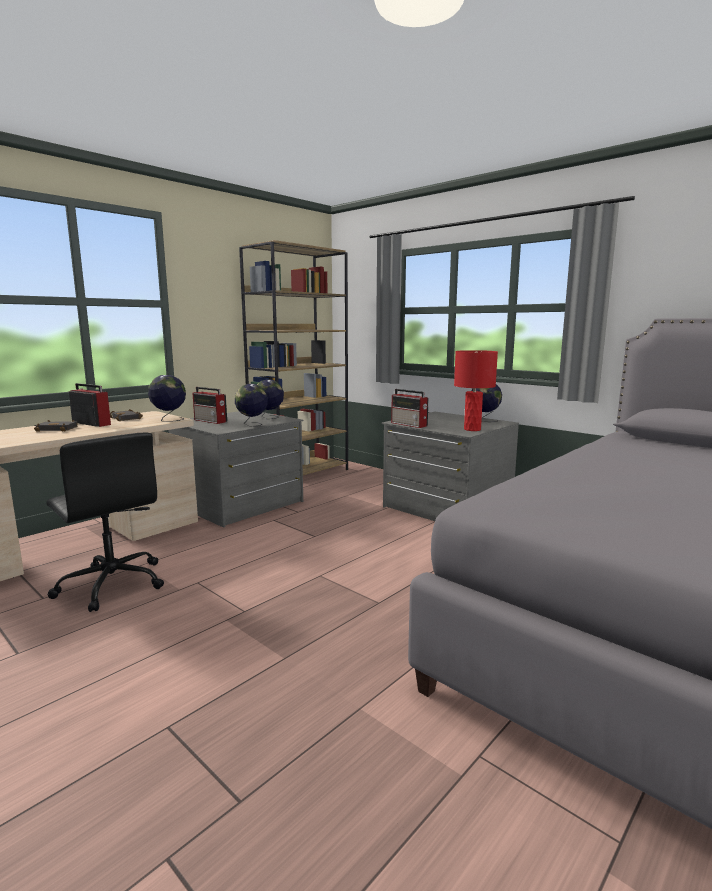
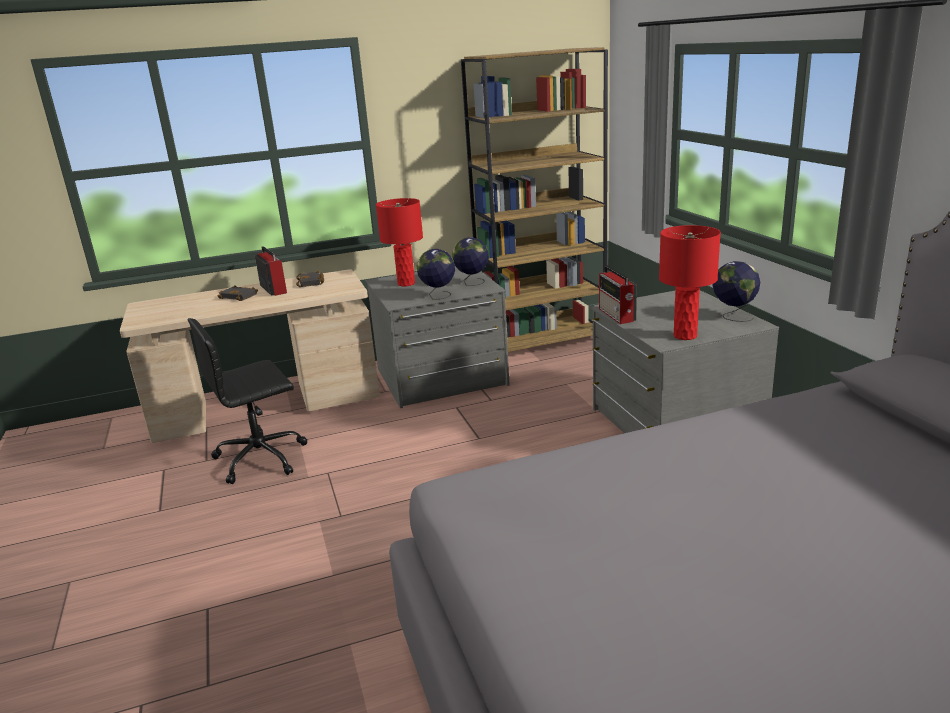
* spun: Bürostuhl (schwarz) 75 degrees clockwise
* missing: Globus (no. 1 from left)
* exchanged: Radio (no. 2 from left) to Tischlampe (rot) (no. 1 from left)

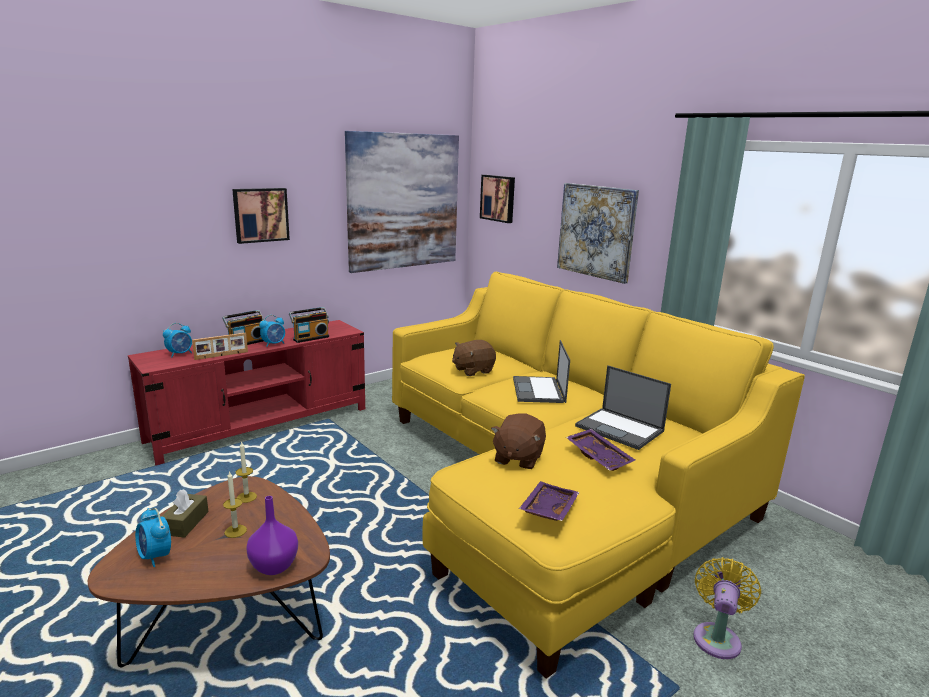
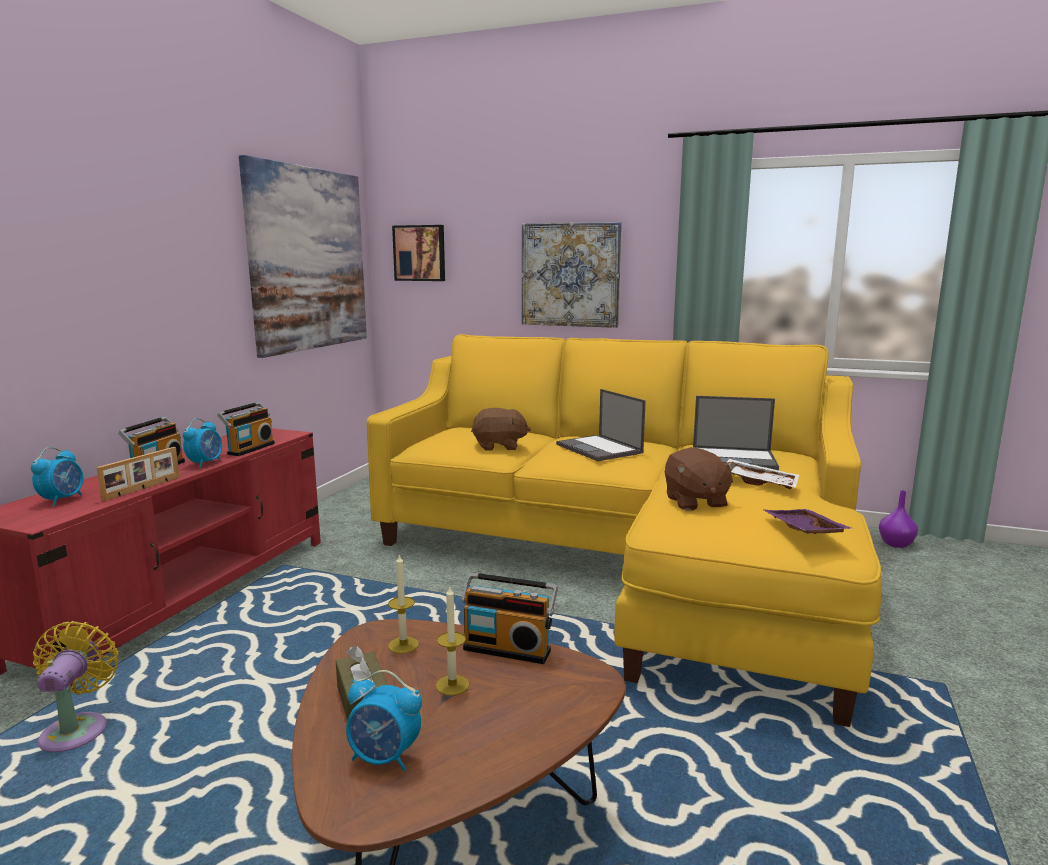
* missing: Bild (no. 1 from left)
* relocated: Vase (lila)
* spun: Plüschtier (braun) (no. 1 from left) 120 degrees counterclockwise
* colour: Tablett (lila) (no. 2 from left) to Tablett (weiß)
* relocated: Ventilator (gelb)
* appeared: Radio (no. 3 from left)

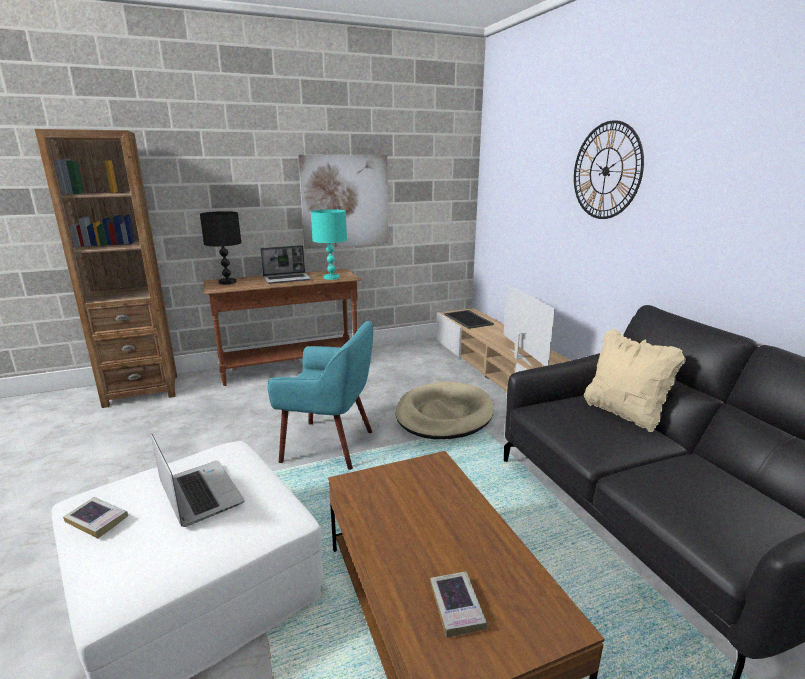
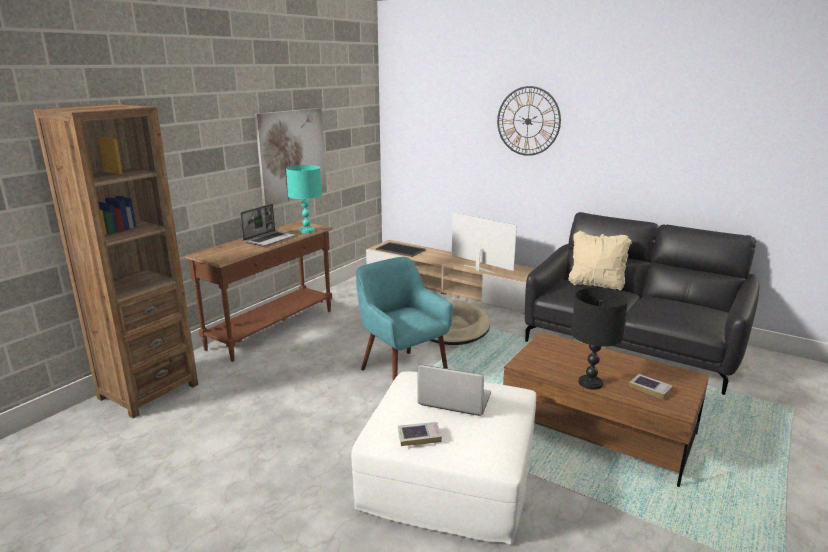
* relocated: Tischlampe (schwarz)
* spun: Sessel (türkis) 105 degrees counterclockwise

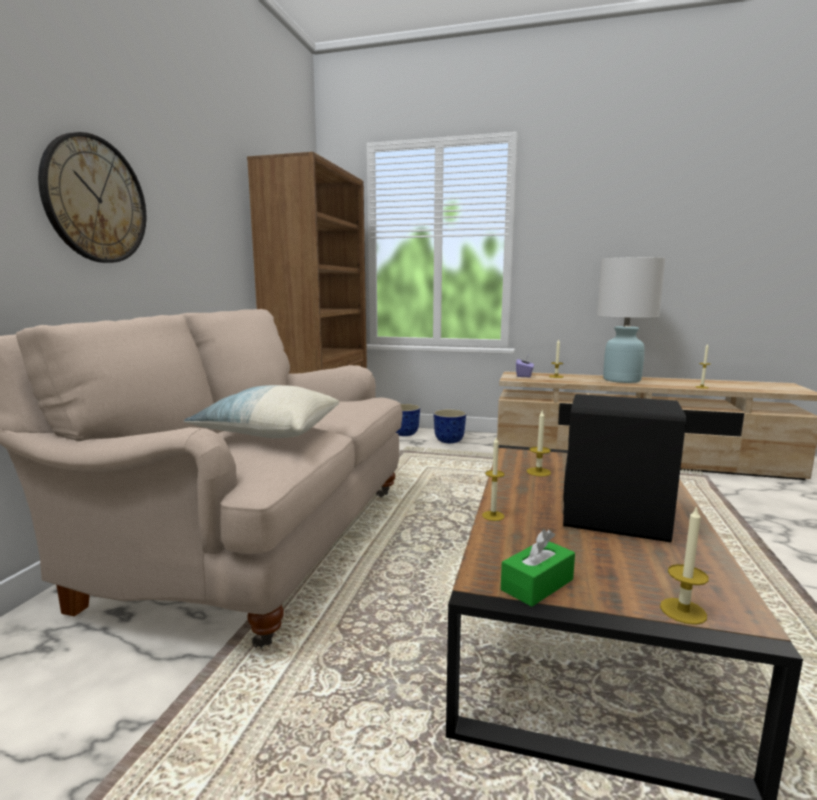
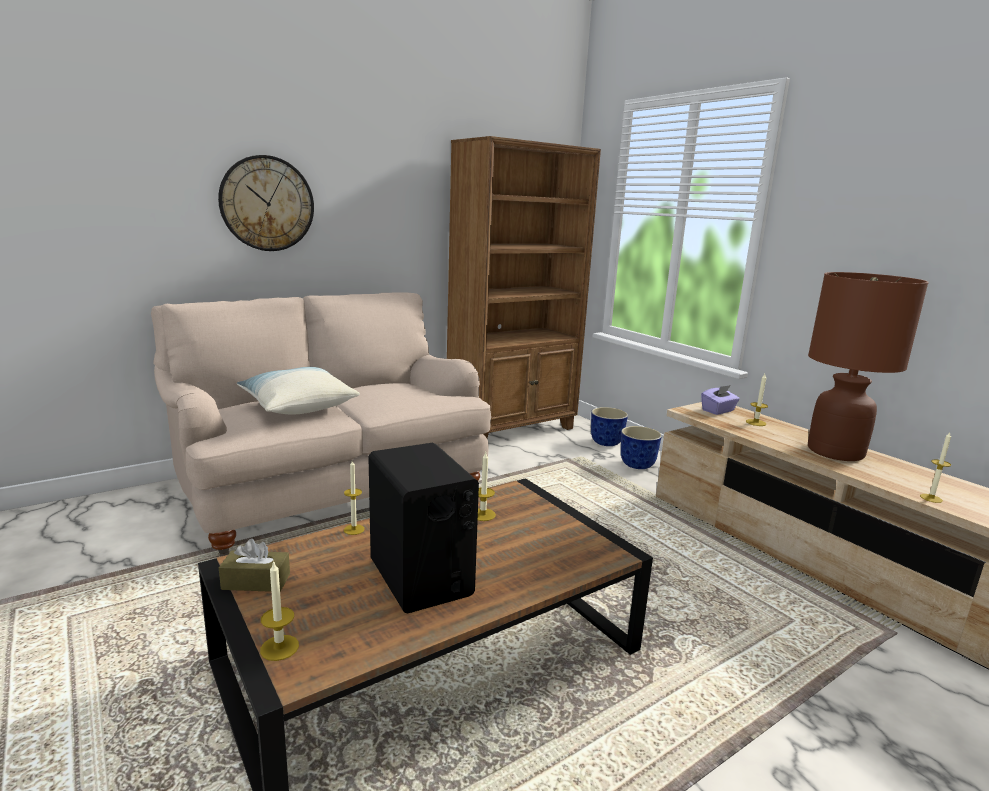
* colour: Taschentuchbox (grün) to Taschentuchbox (braun)
* colour: Tischlampe (weiß) to Tischlampe (braun)

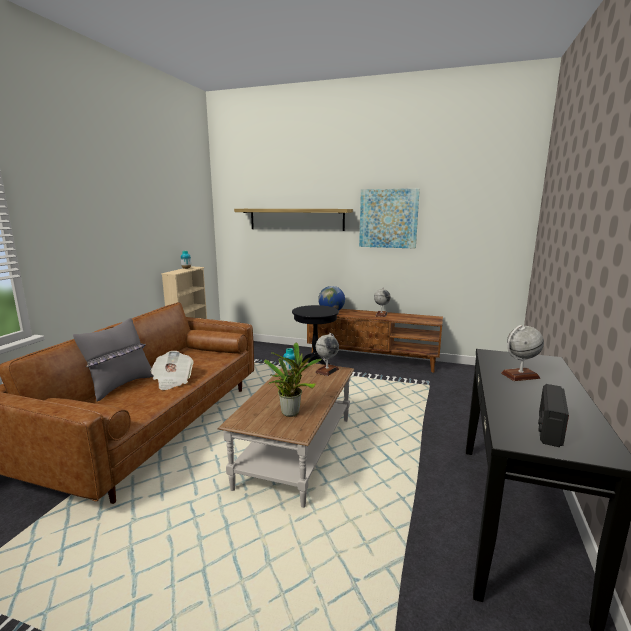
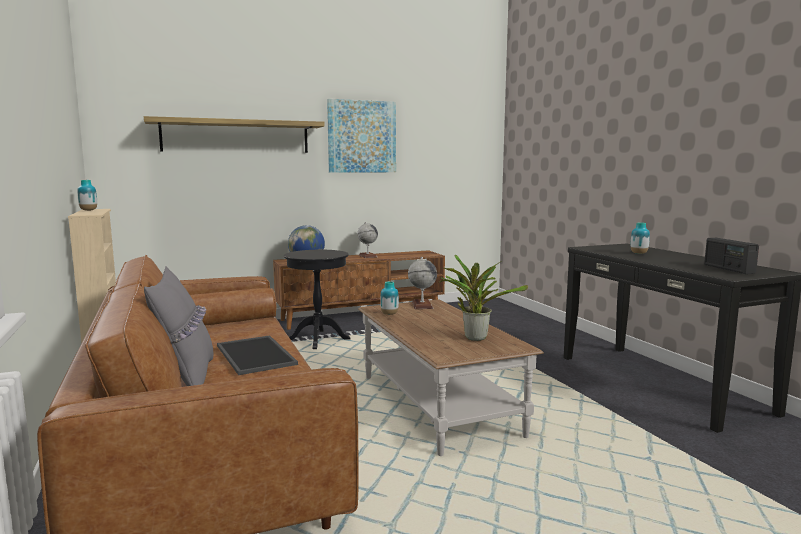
* exchanged: Zeitung to Tablett
* exchanged: Globus (no. 4 from left) to Vase (no. 3 from left)

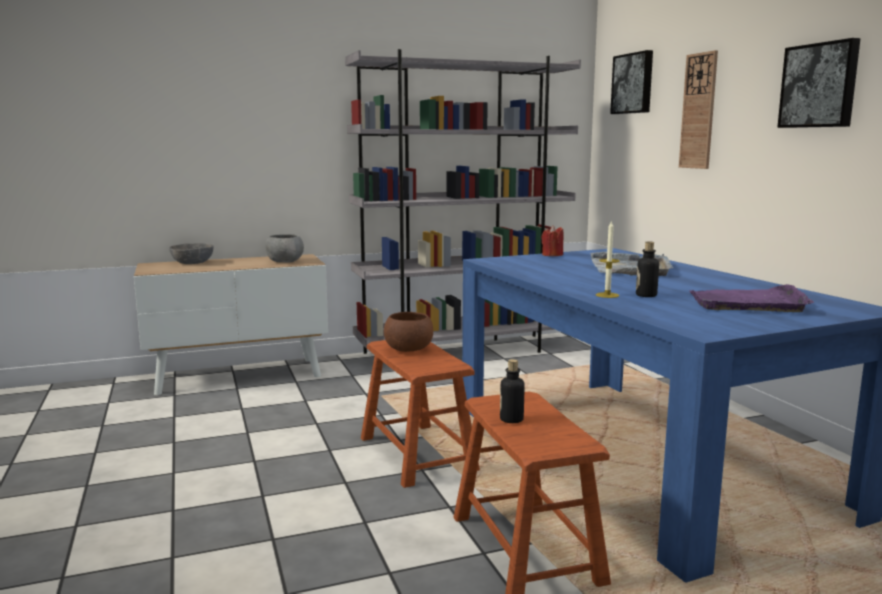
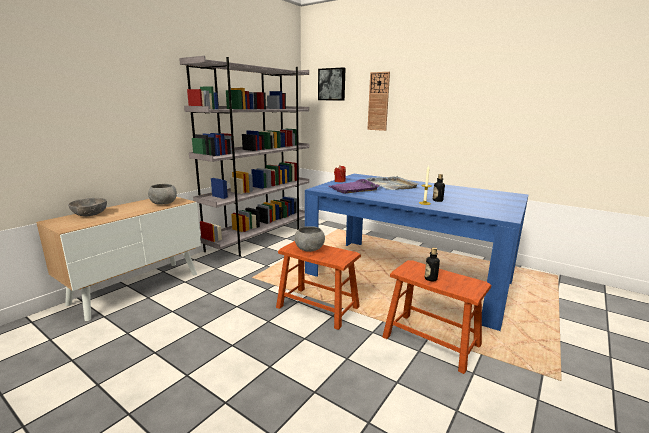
* colour: Schüssel (braun) to Schüssel (grau) (no. 3 from left)
* relocated: Tablett (lila)
* missing: Bild (no. 2 from left)

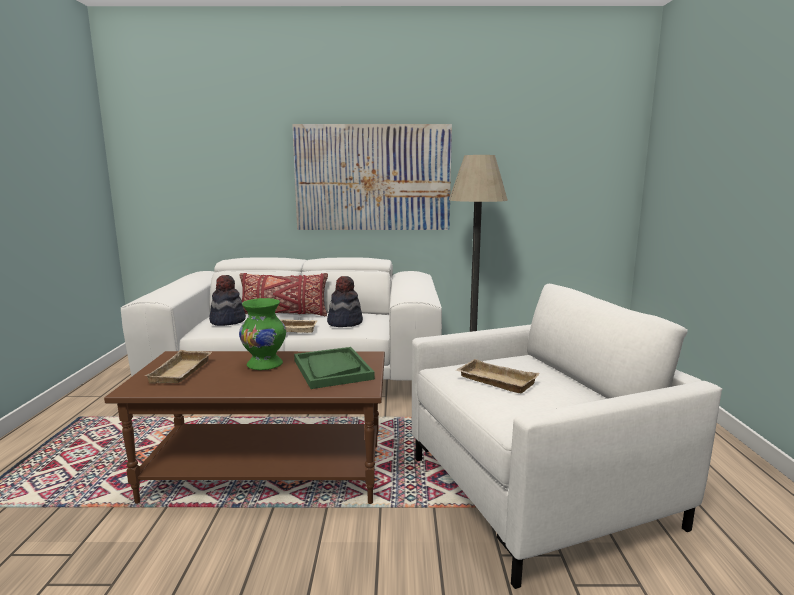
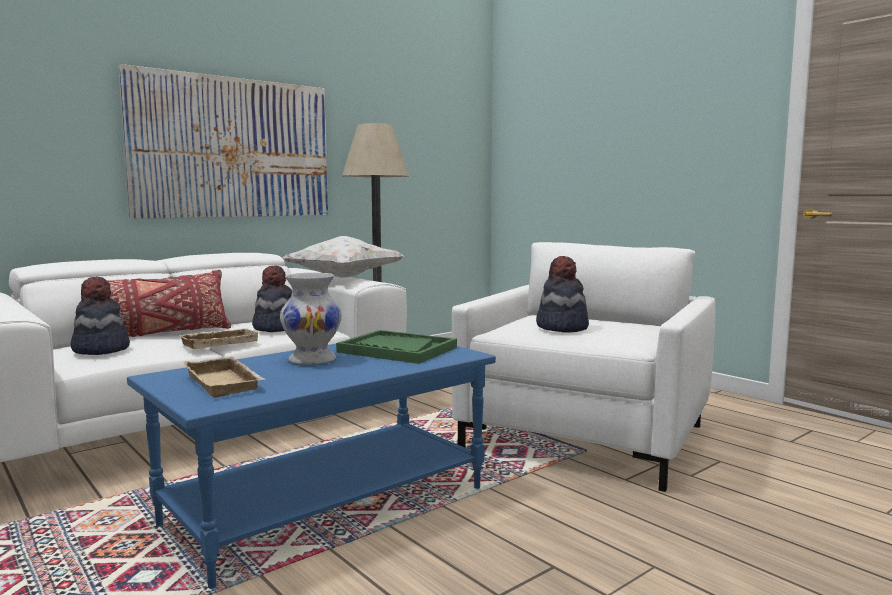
* colour: Couchtisch (braun) to Couchtisch (blau)
* colour: Vase (grün) to Vase (weiß)
* exchanged: Tablett (beige) (no. 3 from left) to Hut (no. 3 from left)
* appeared: Kissen (weiß)

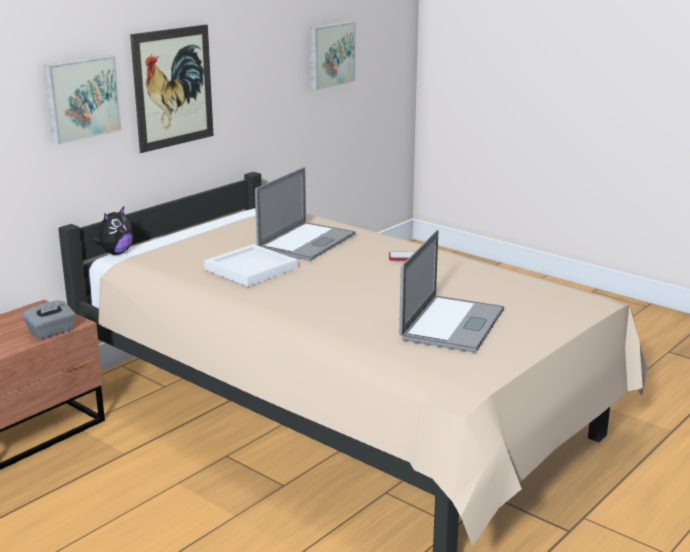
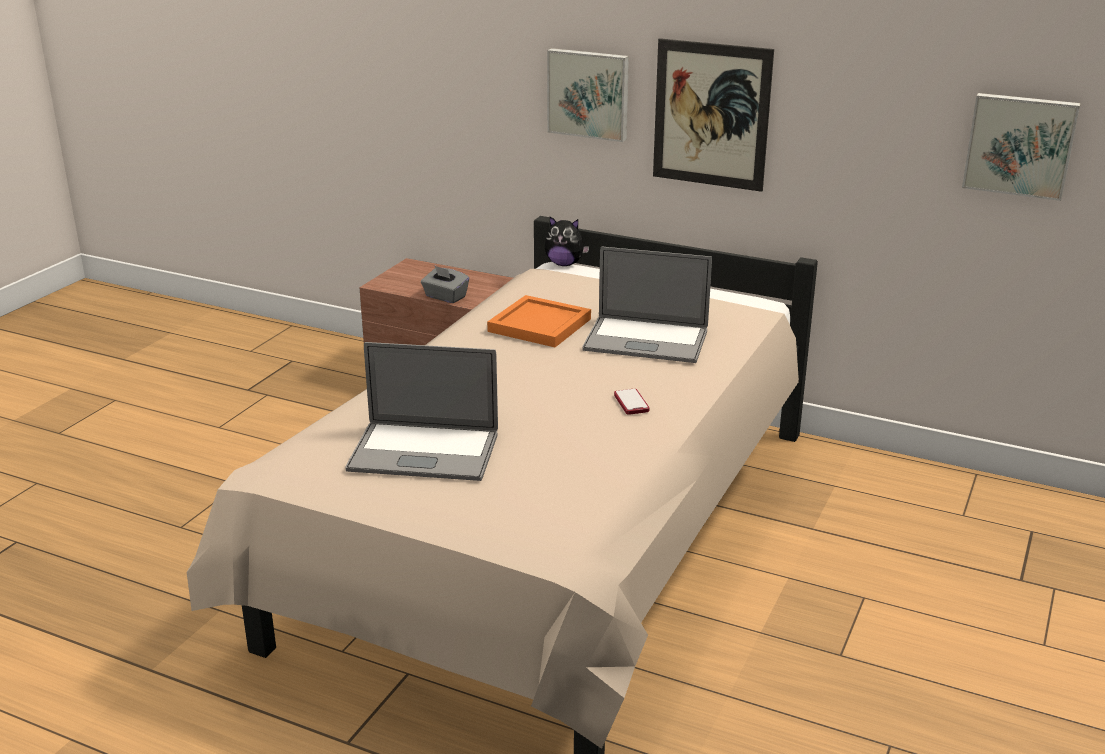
* colour: Tablett (weiß) to Tablett (orange)

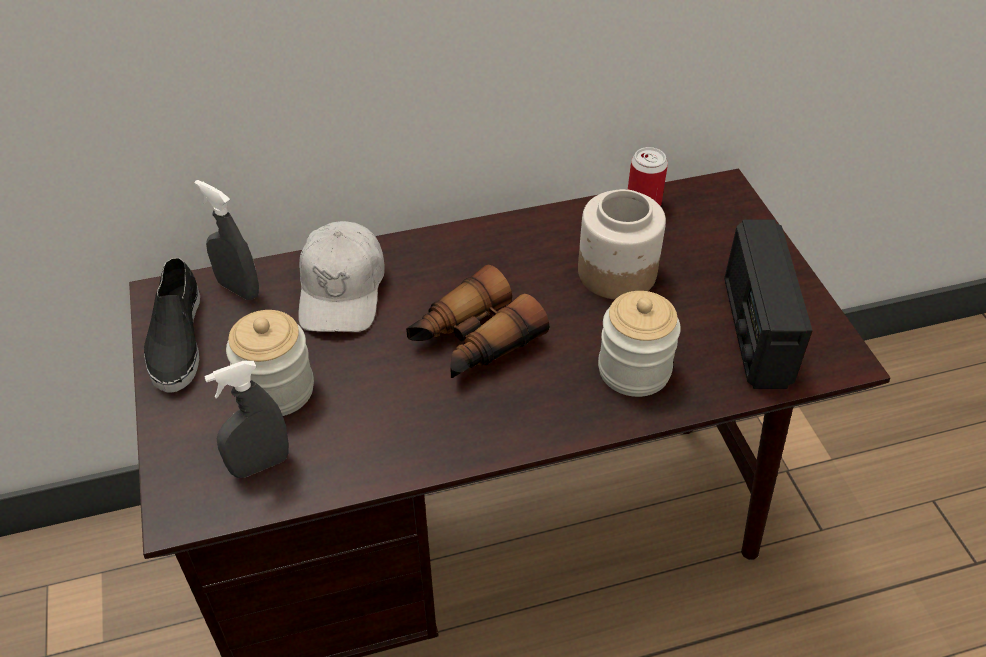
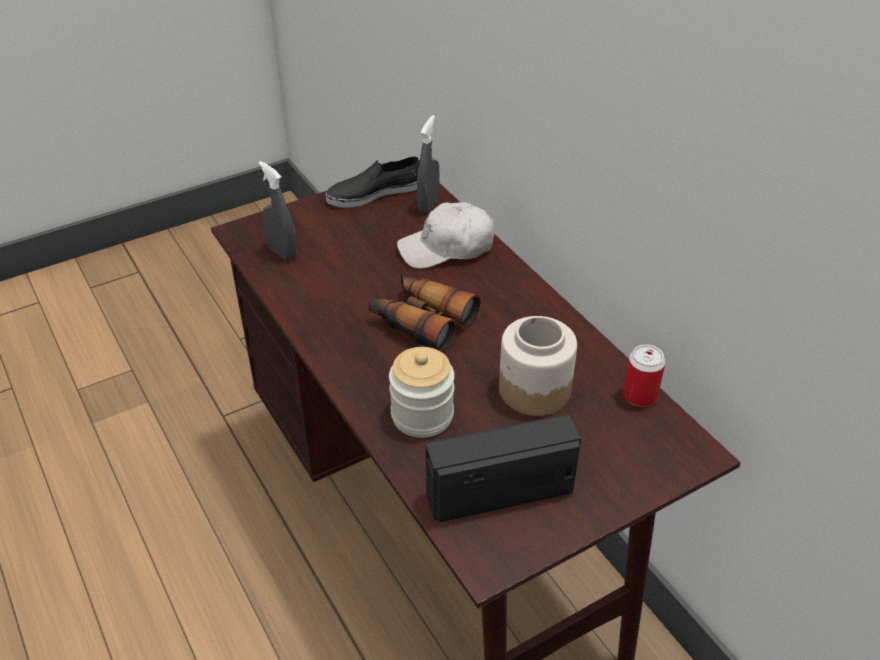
* missing: Vorratsglas (no. 1 from left)

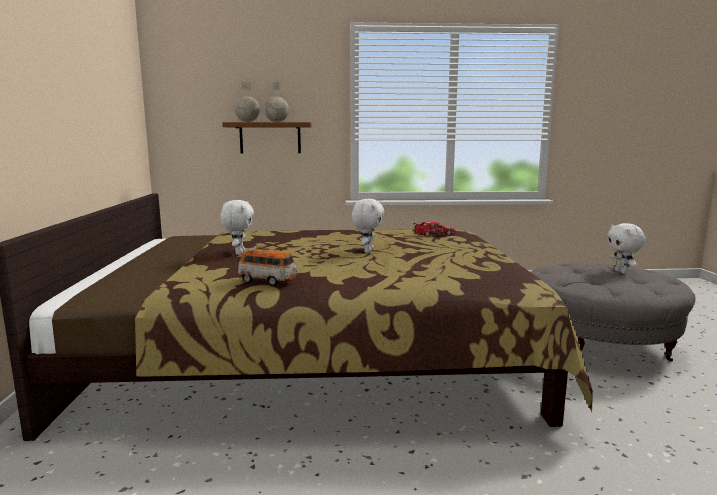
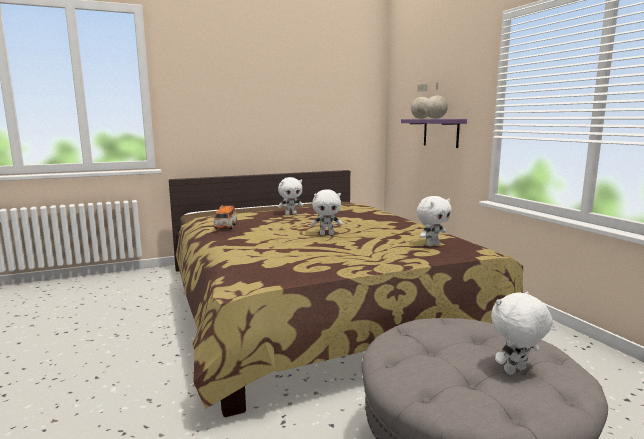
* colour: Wandregal (braun) to Wandregal (lila)
* exchanged: Spielzeugauto (no. 2 from left) to Plüschtier (weiß) (no. 3 from left)

